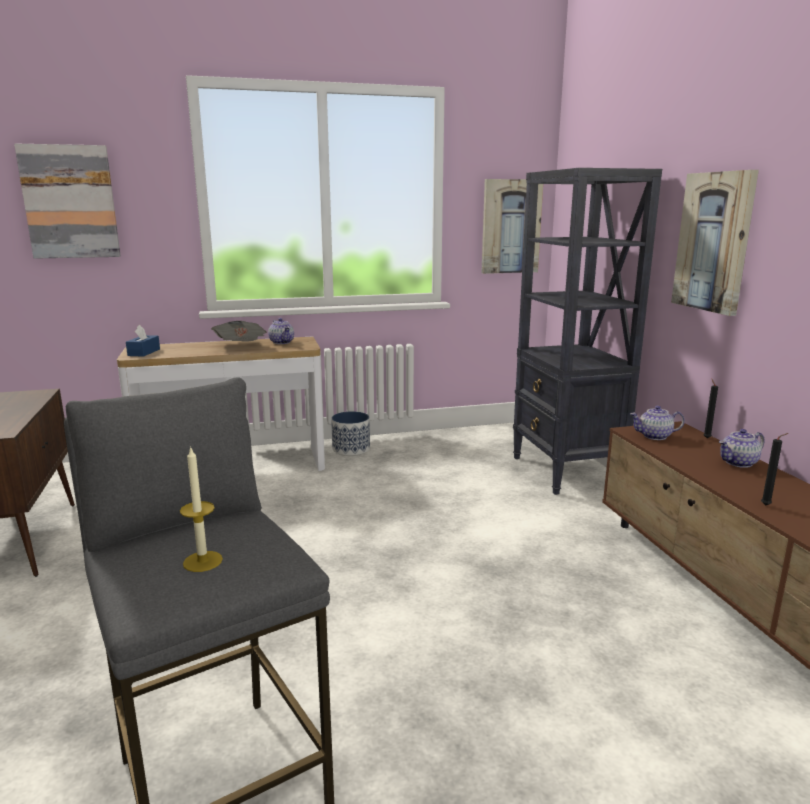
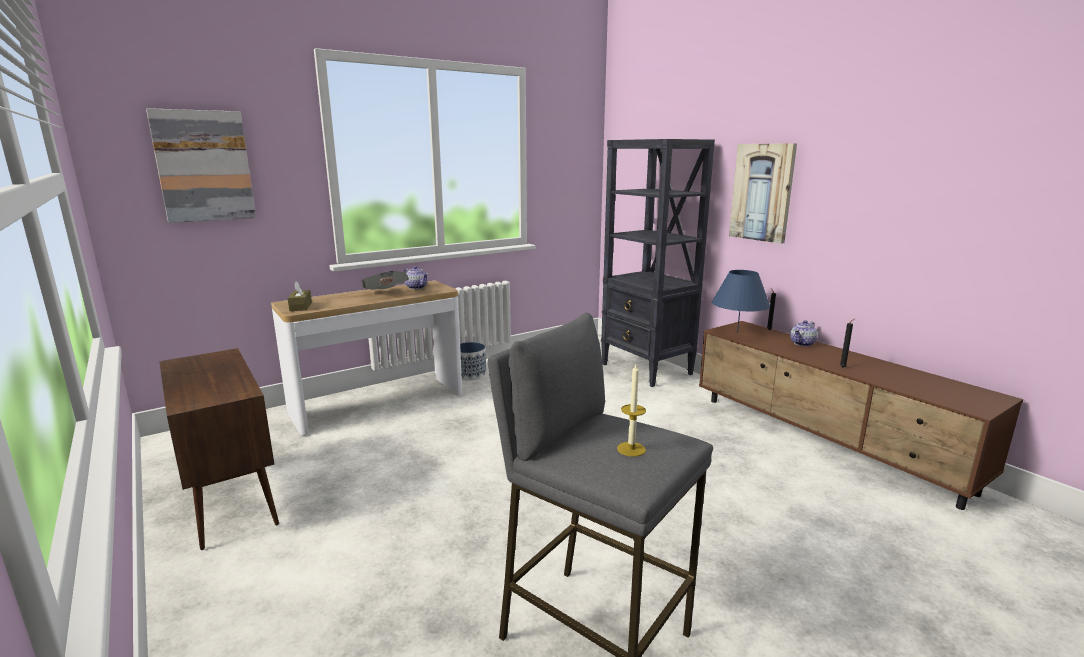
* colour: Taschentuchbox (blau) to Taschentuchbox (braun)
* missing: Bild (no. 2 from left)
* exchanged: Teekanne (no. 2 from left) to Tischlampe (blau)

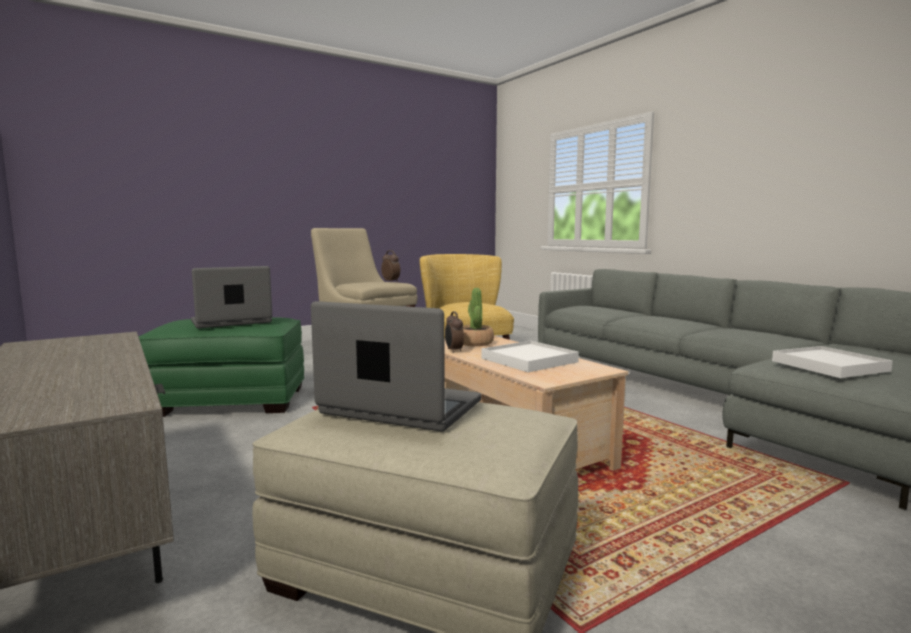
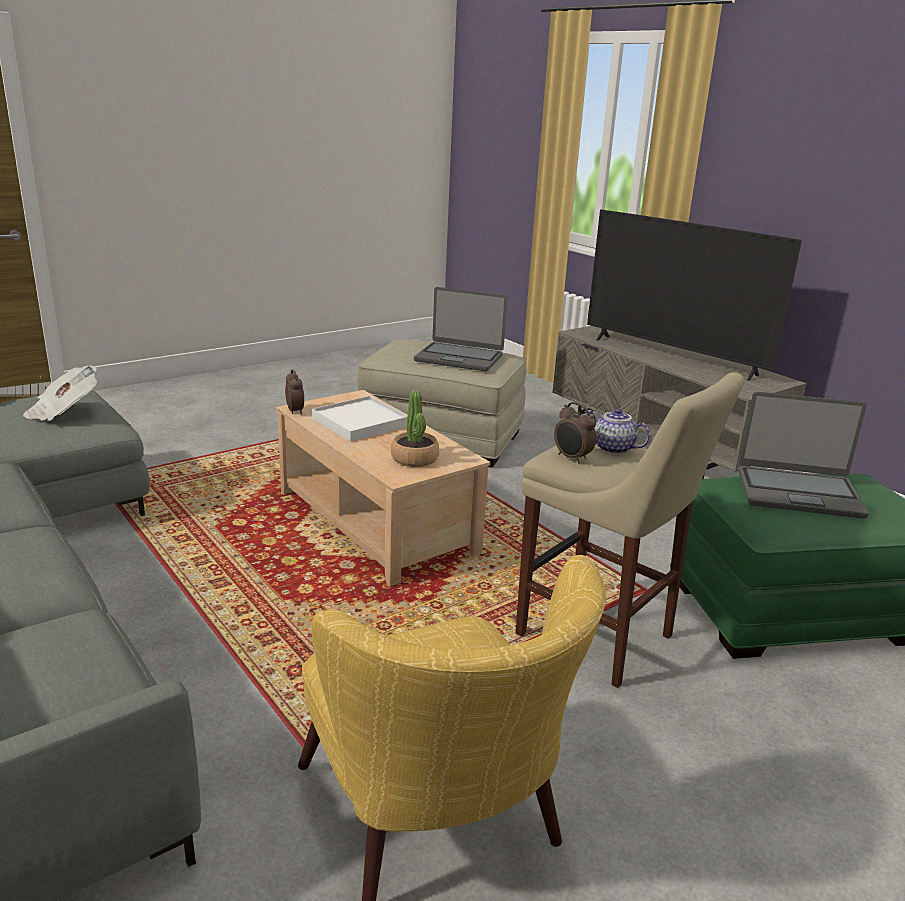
* spun: Laptop (no. 1 from left in the first image) 45 degrees clockwise
* relocated: Wecker (no. 2 from left in the first image) to Wecker (no. 1 from left)
* exchanged: Tablett (weiß) (no. 2 from left) to Zeitung
* appeared: Teekanne
* appeared: Fernseher

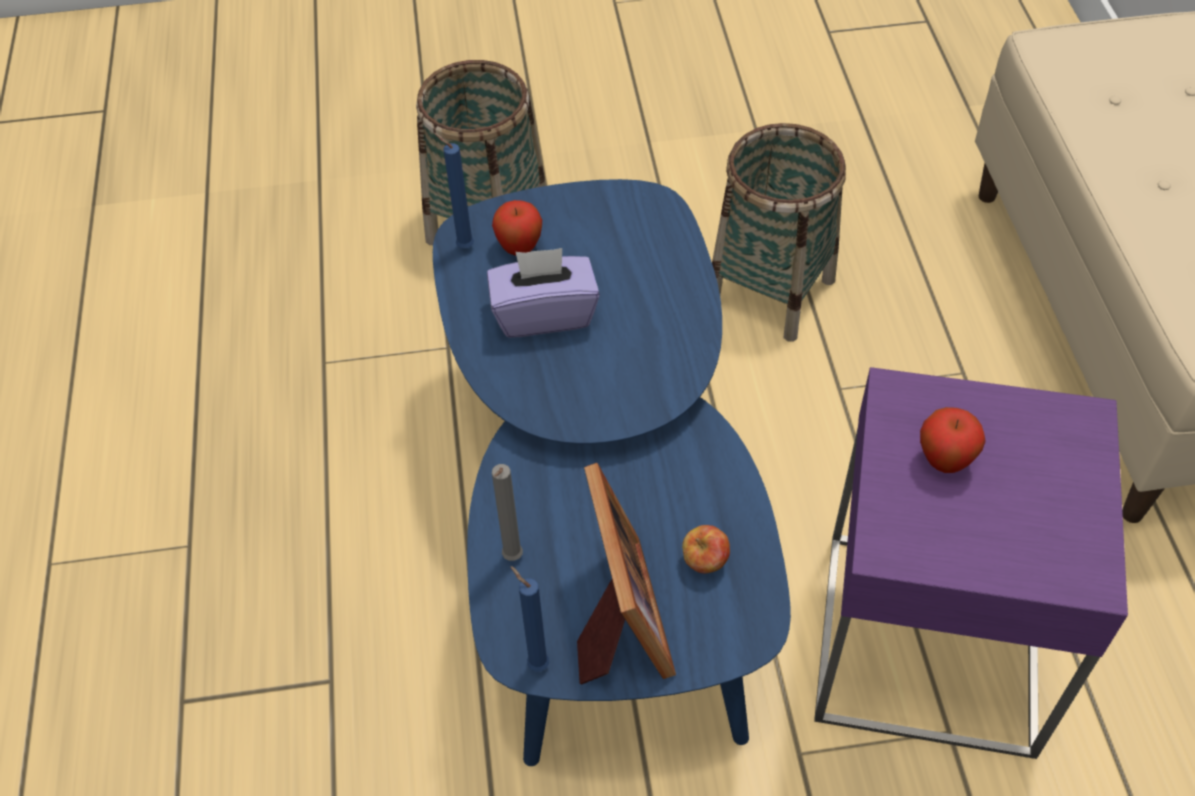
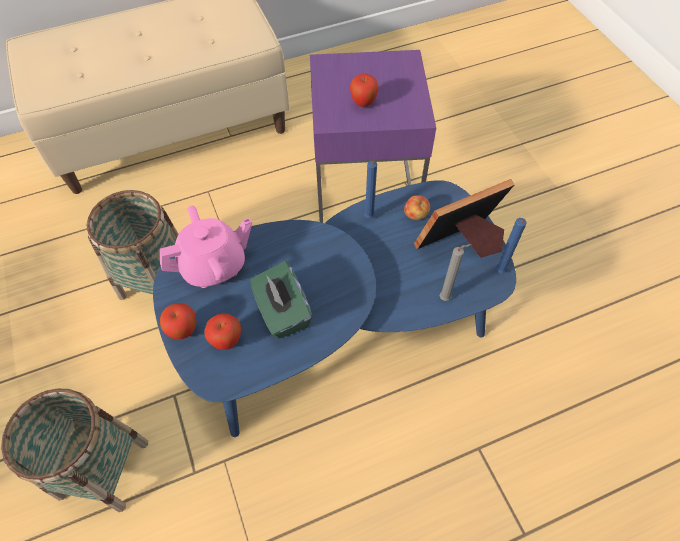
* relocated: Kerze (blau) (no. 1 from left)
* colour: Taschentuchbox (lila) to Taschentuchbox (grün)
* appeared: Teekanne (rosa)
* appeared: Apfel (no. 1 from left)

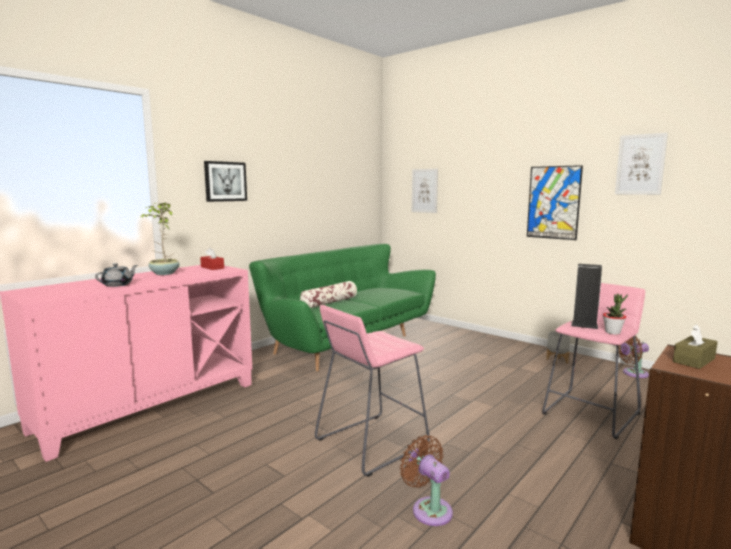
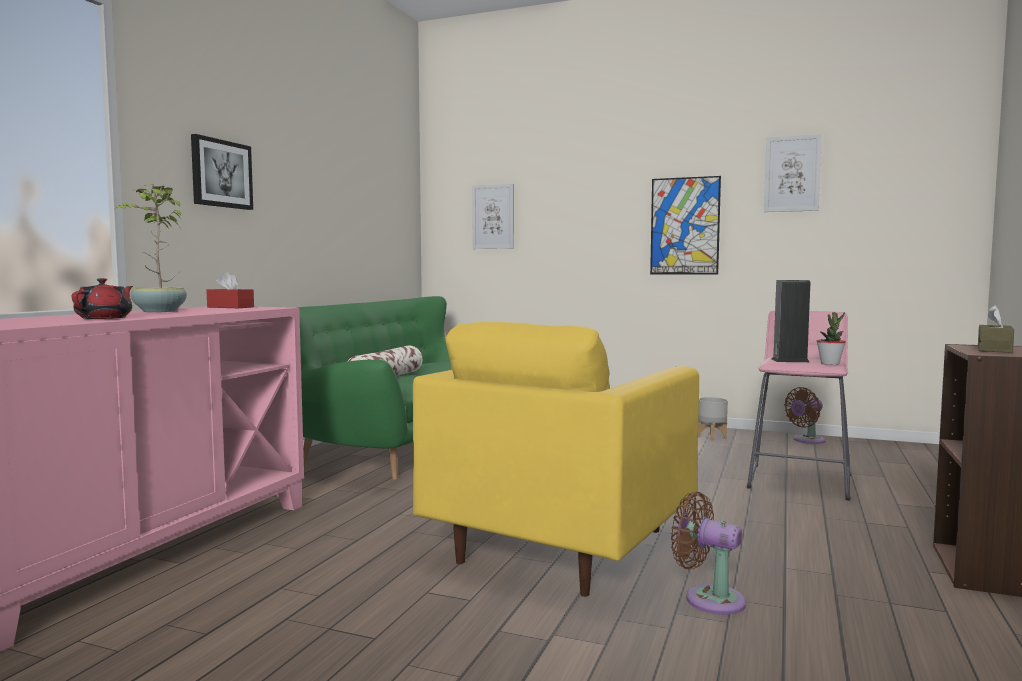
* colour: Teekanne (grau) to Teekanne (rot)
* exchanged: Hocker (rosa) (no. 1 from left) to Sessel (gelb)

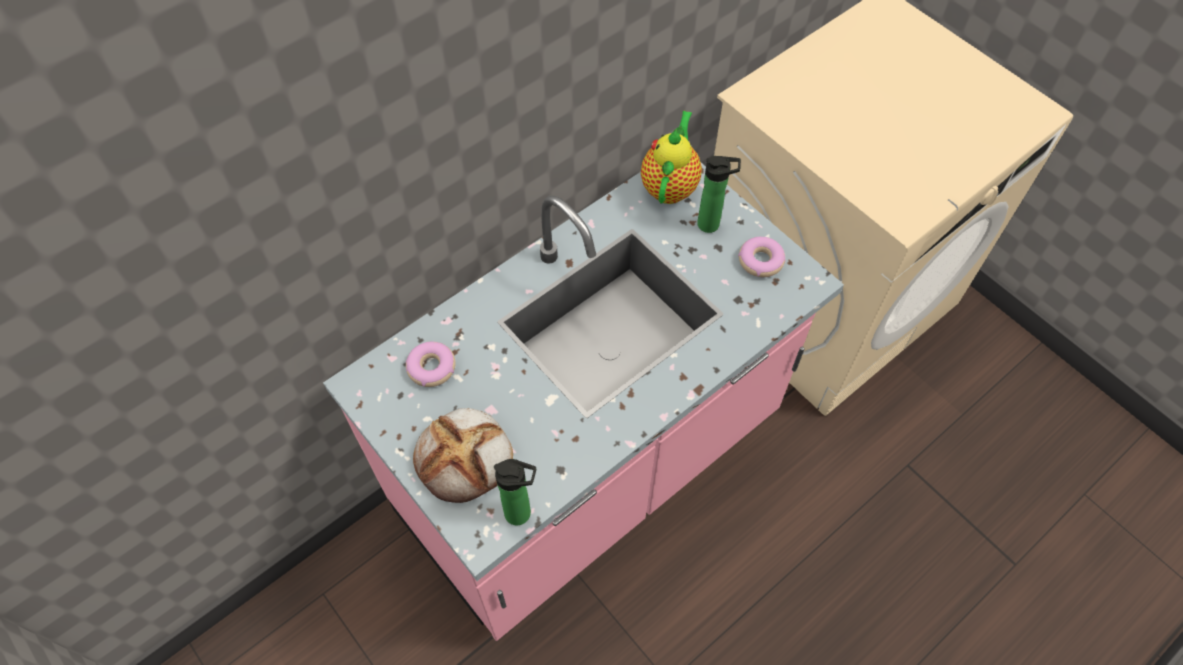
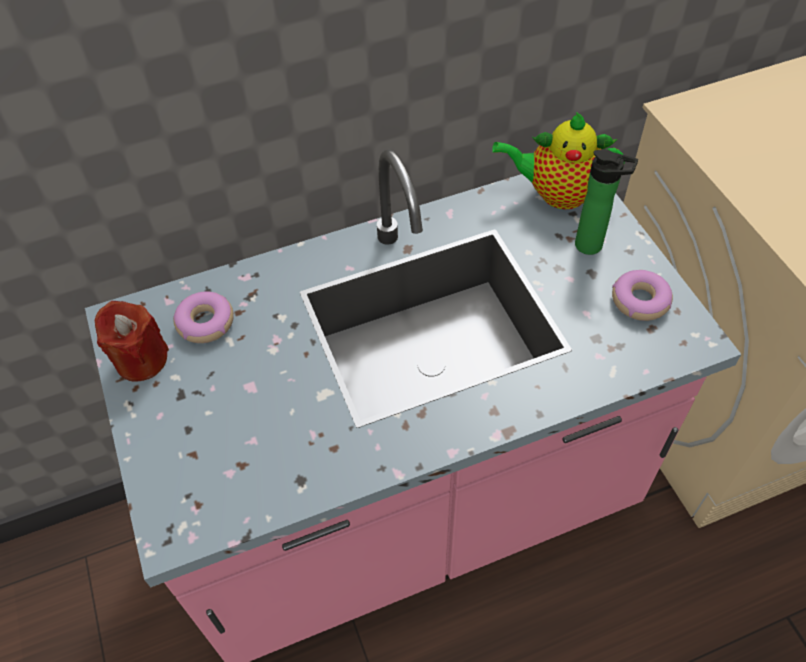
* missing: Brot
* missing: Flasche (no. 1 from left)
* spun: Teekanne 120 degrees counterclockwise
* appeared: Kerze (rot)

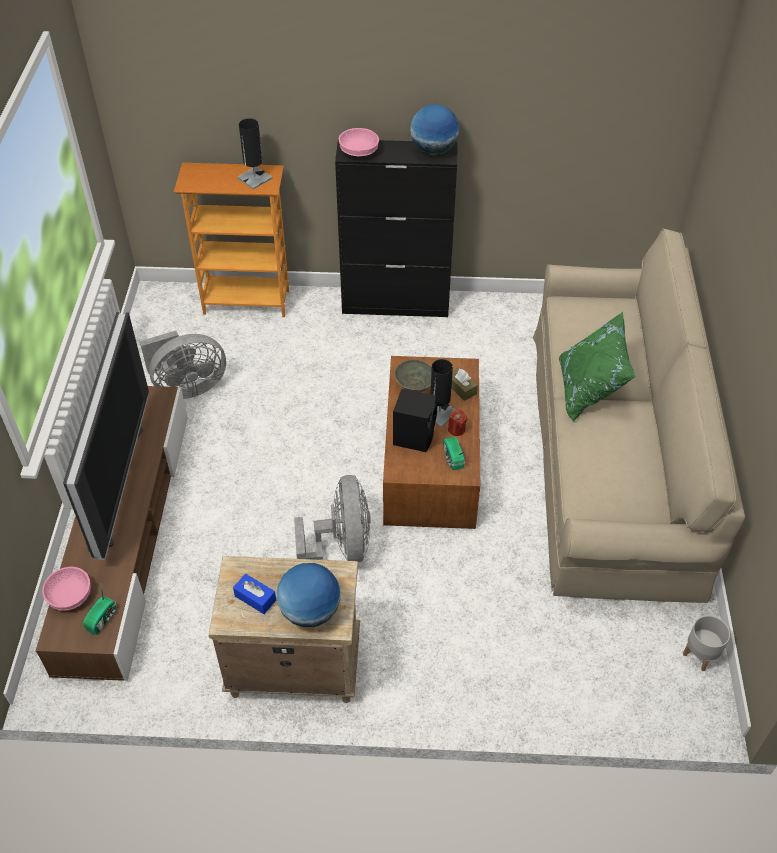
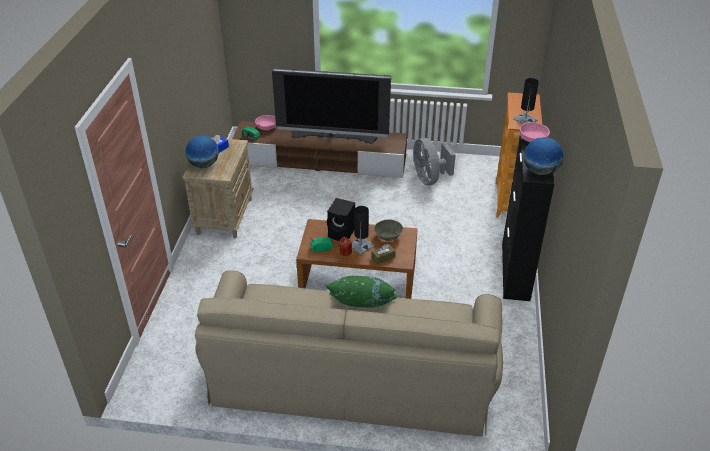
* missing: Ventilator (grau) (no. 2 from left)
* missing: Pflanzkübel (grau)

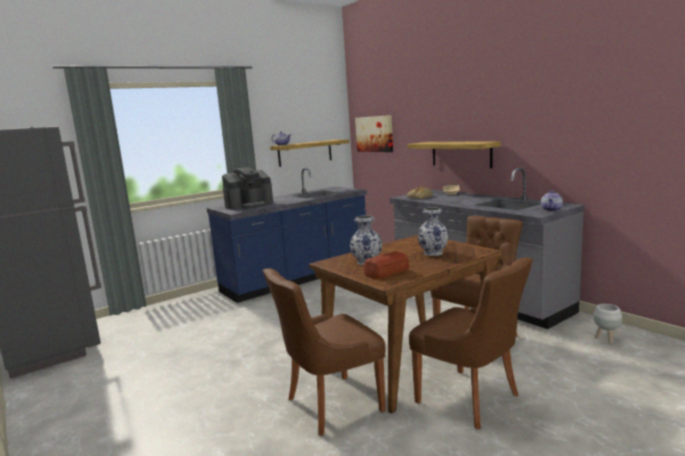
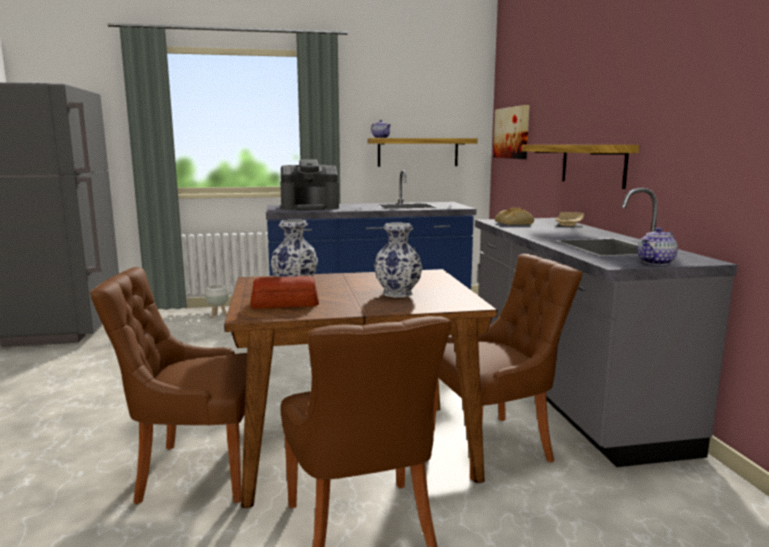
* relocated: Pflanzkübel (weiß)

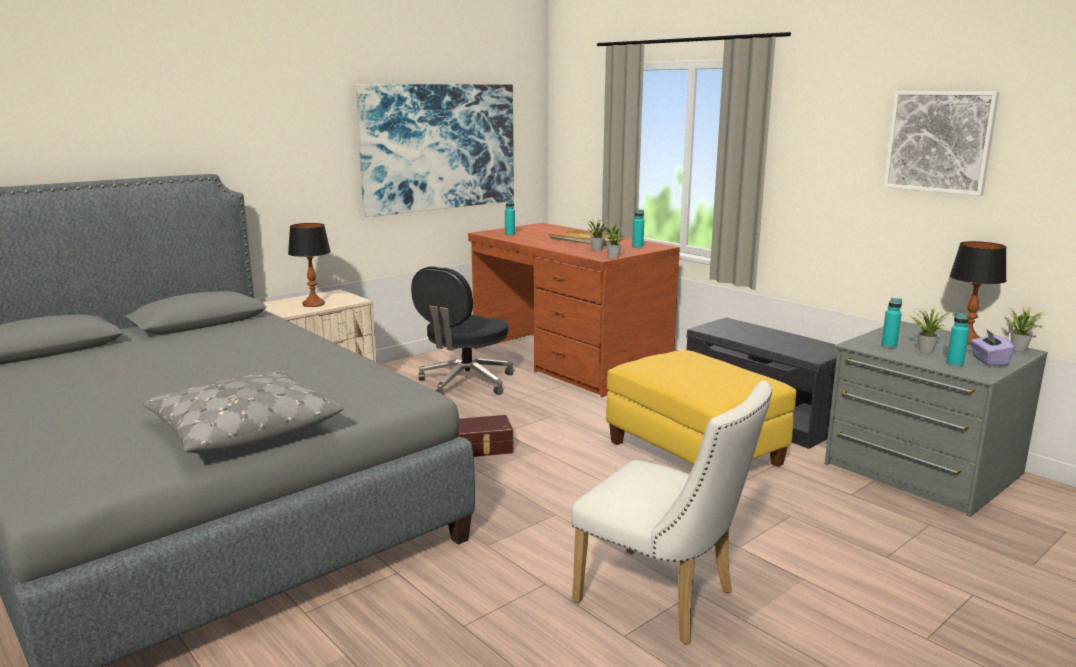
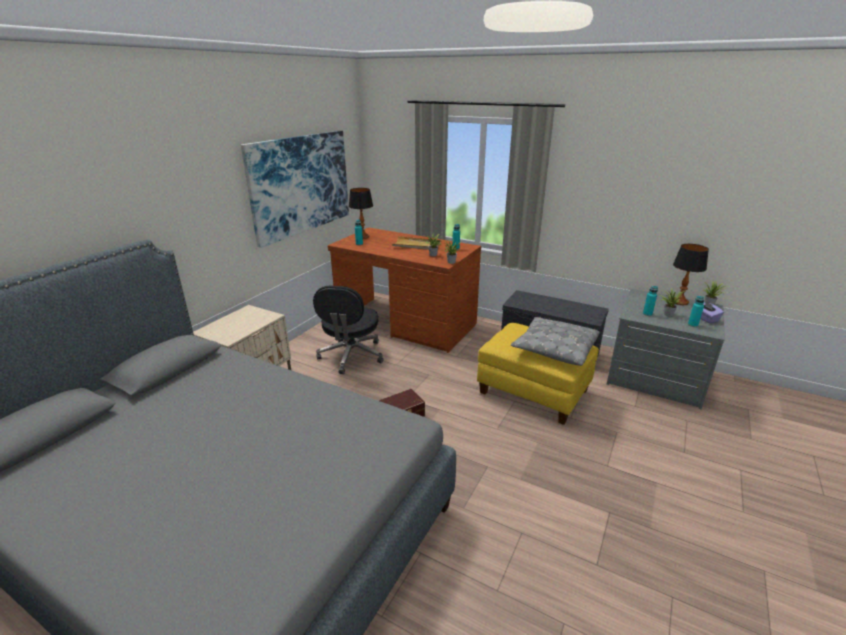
* relocated: Kissen (grau)
* relocated: Tischlampe (no. 1 from left)
* missing: Stuhl (weiß)
* missing: Bild (no. 2 from left)

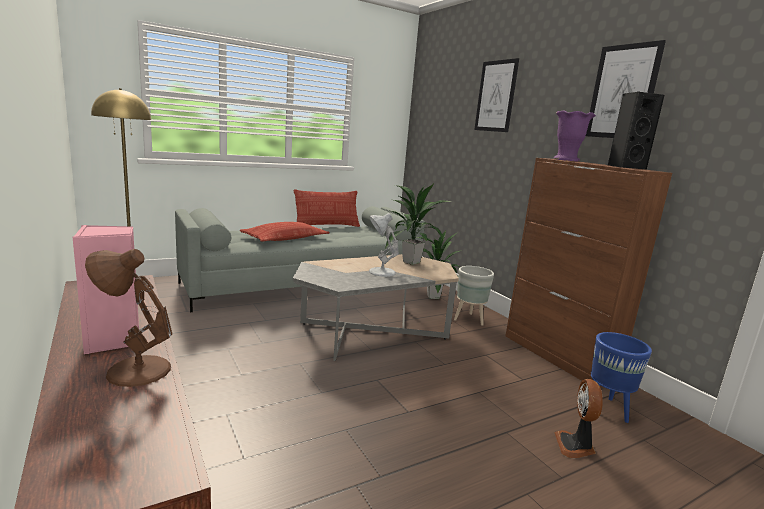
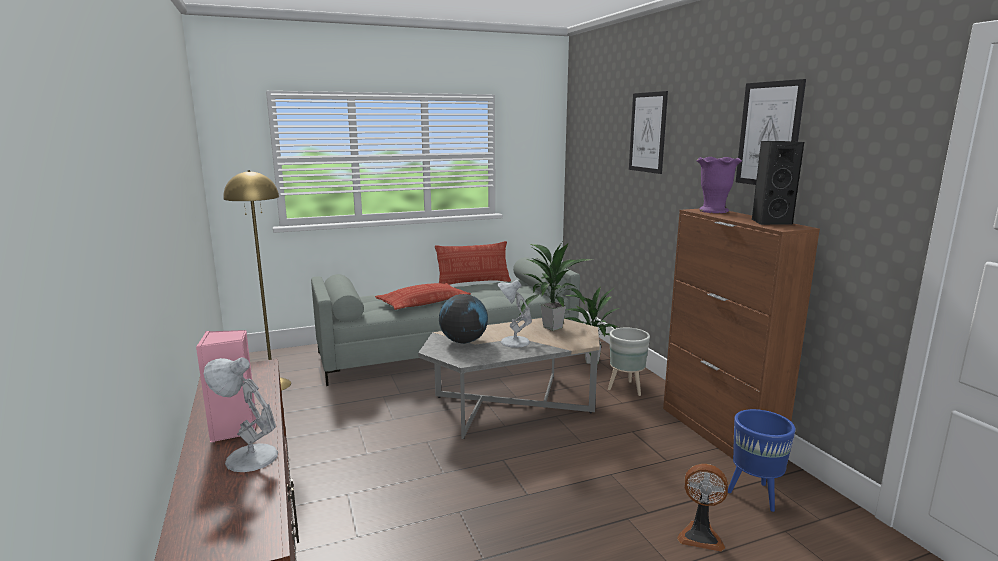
* colour: Tischlampe (braun) to Tischlampe (weiß) (no. 1 from left)
* spun: Ventilator 90 degrees counterclockwise
* appeared: Globus

